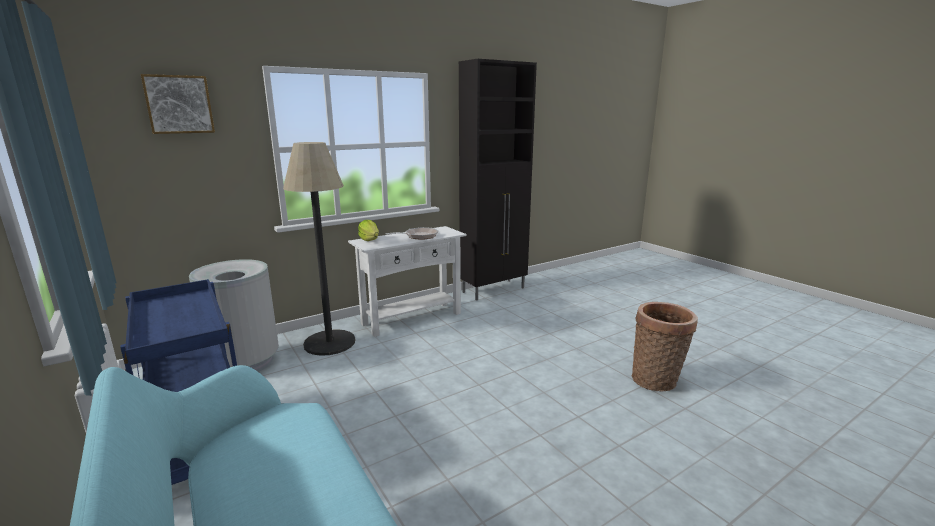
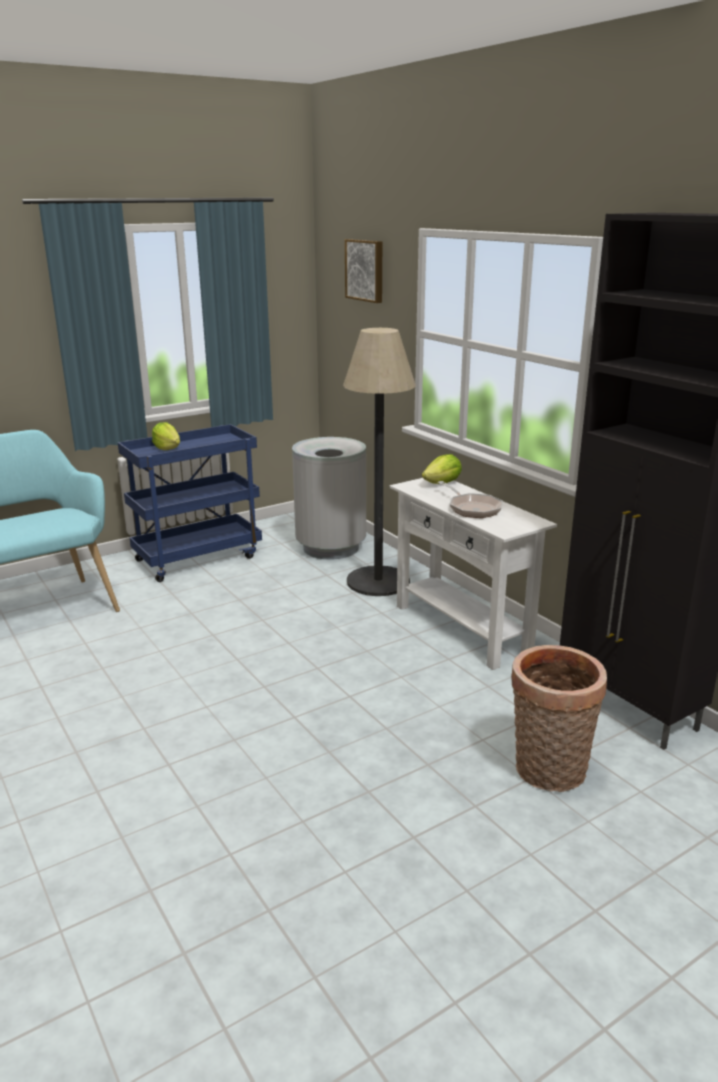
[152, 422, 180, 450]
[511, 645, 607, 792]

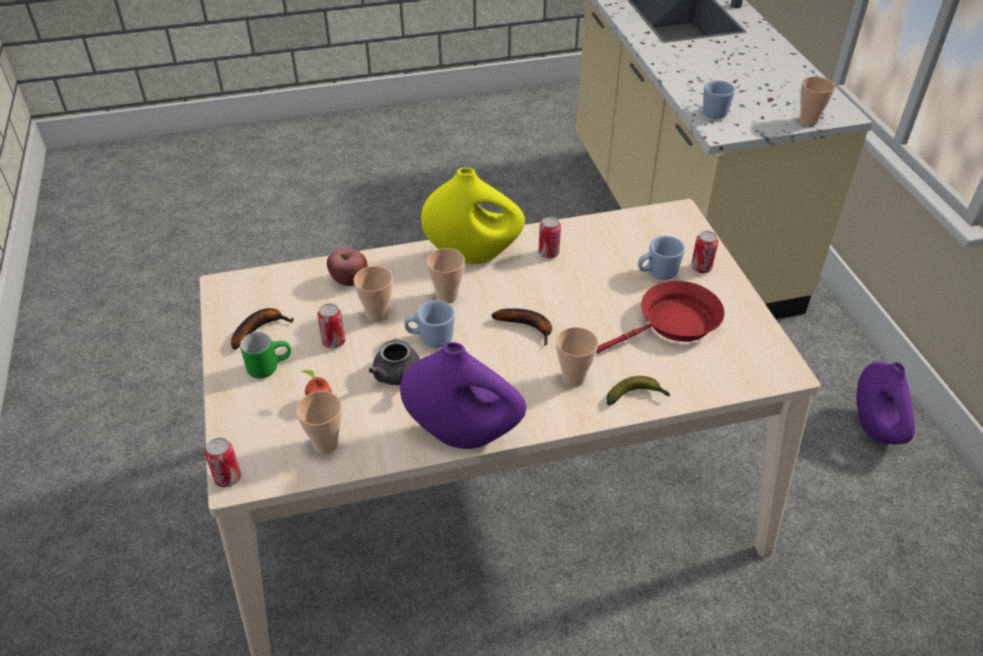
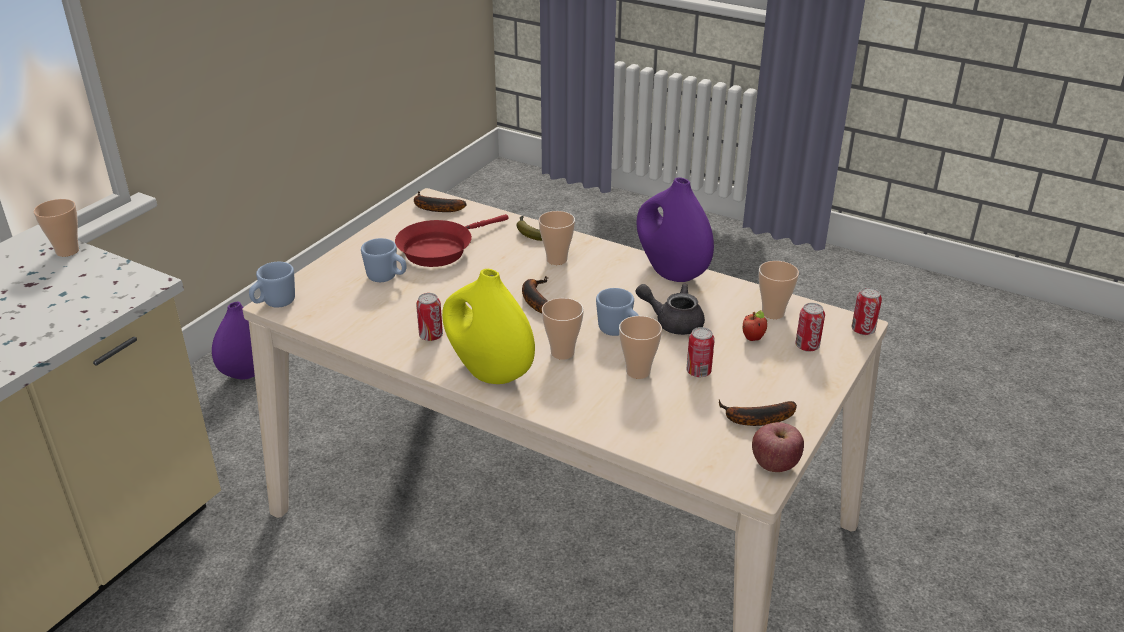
[240, 332, 291, 379] (first image)
[414, 191, 466, 212]
[752, 422, 804, 472]
[795, 303, 825, 352]
[249, 262, 295, 308]
[636, 283, 705, 335]
[395, 214, 508, 267]

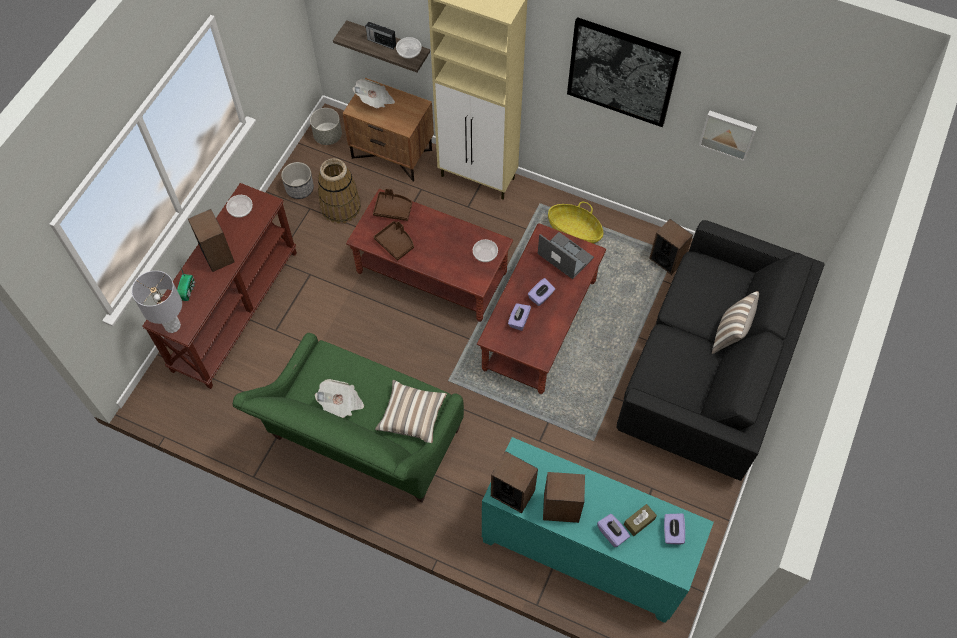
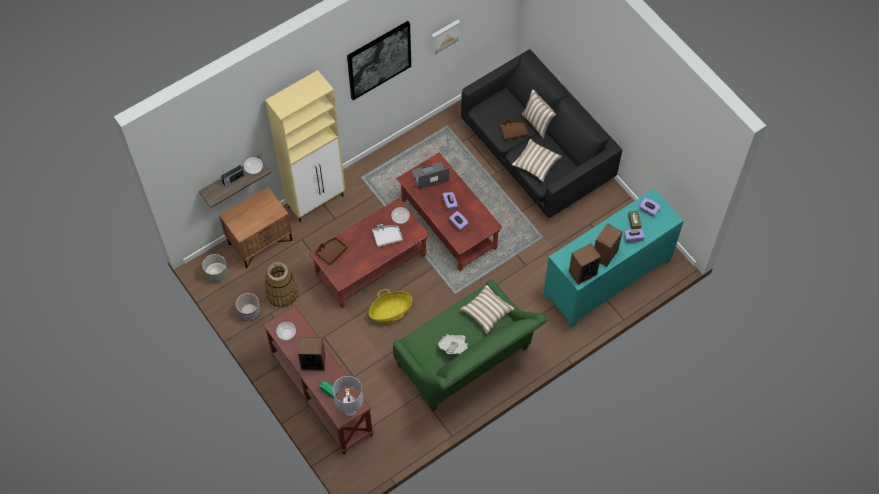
[353, 79, 395, 109] (first image)
[649, 219, 693, 275] (first image)
[372, 224, 403, 247]
[512, 139, 562, 182]
[500, 118, 529, 140]
[369, 289, 413, 323]

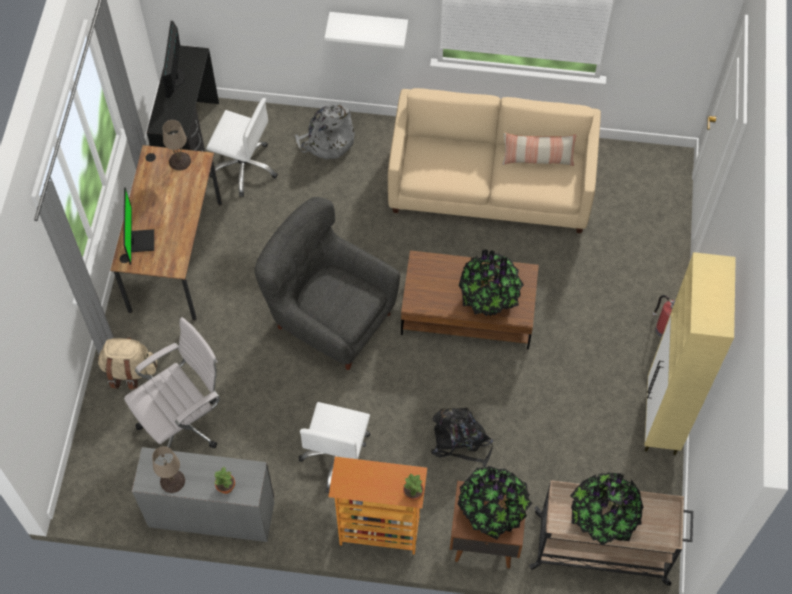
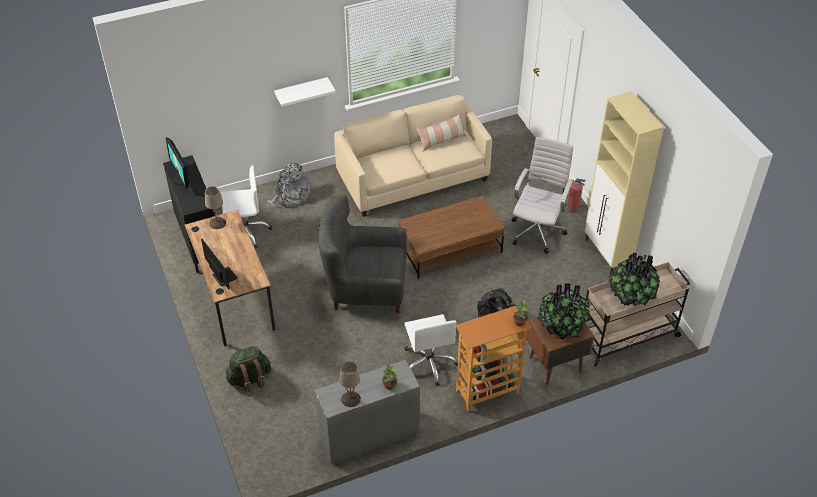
[459, 250, 524, 316] (first image)
[512, 137, 573, 254]
[225, 346, 271, 393]

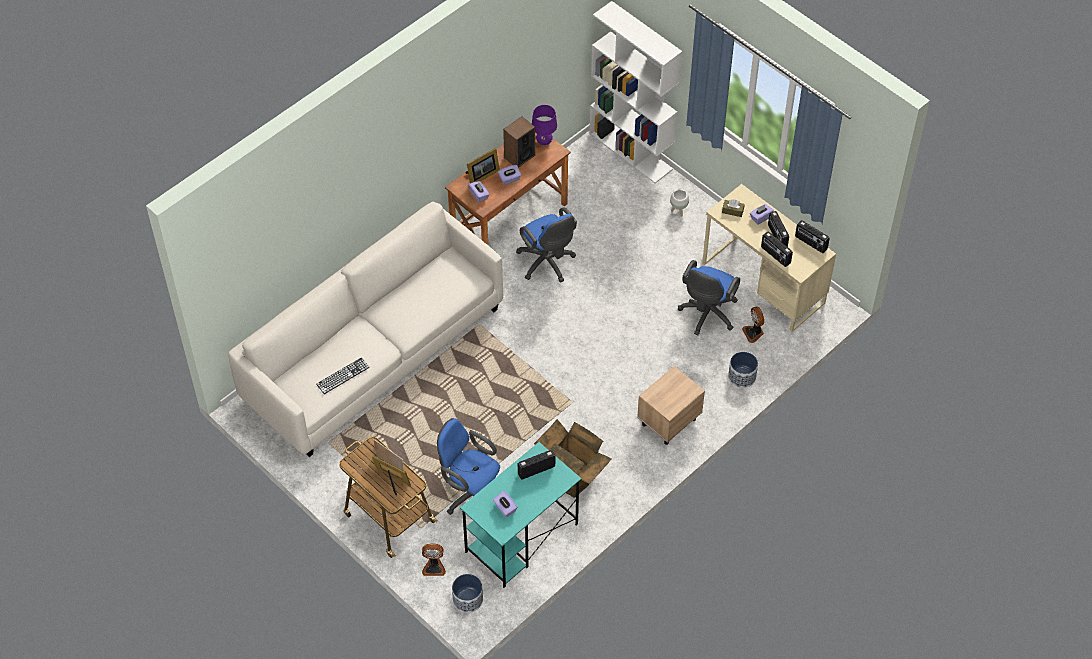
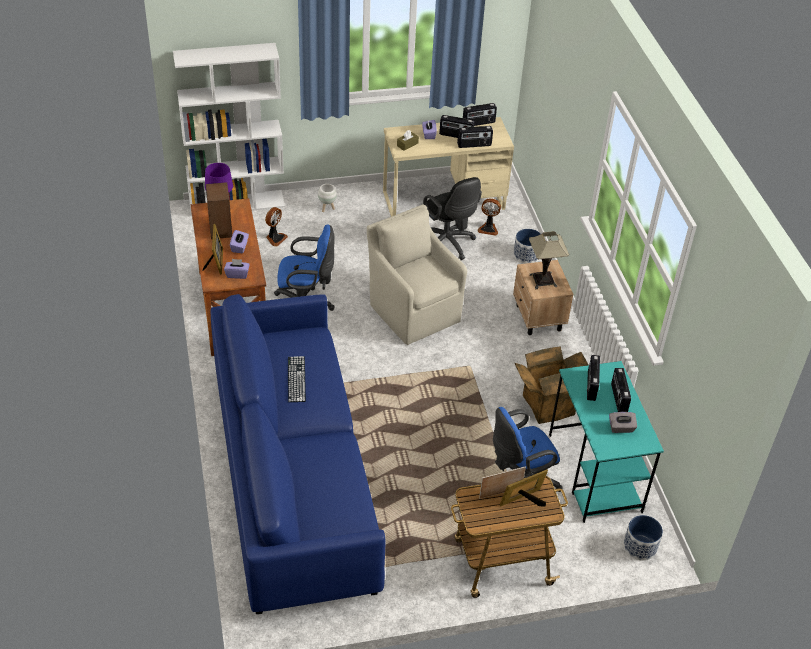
[367, 204, 467, 345]
[529, 231, 569, 289]
[611, 368, 631, 412]
[288, 356, 306, 402]
[265, 207, 288, 246]
[211, 294, 385, 614]
[609, 412, 637, 433]
[423, 177, 482, 260]

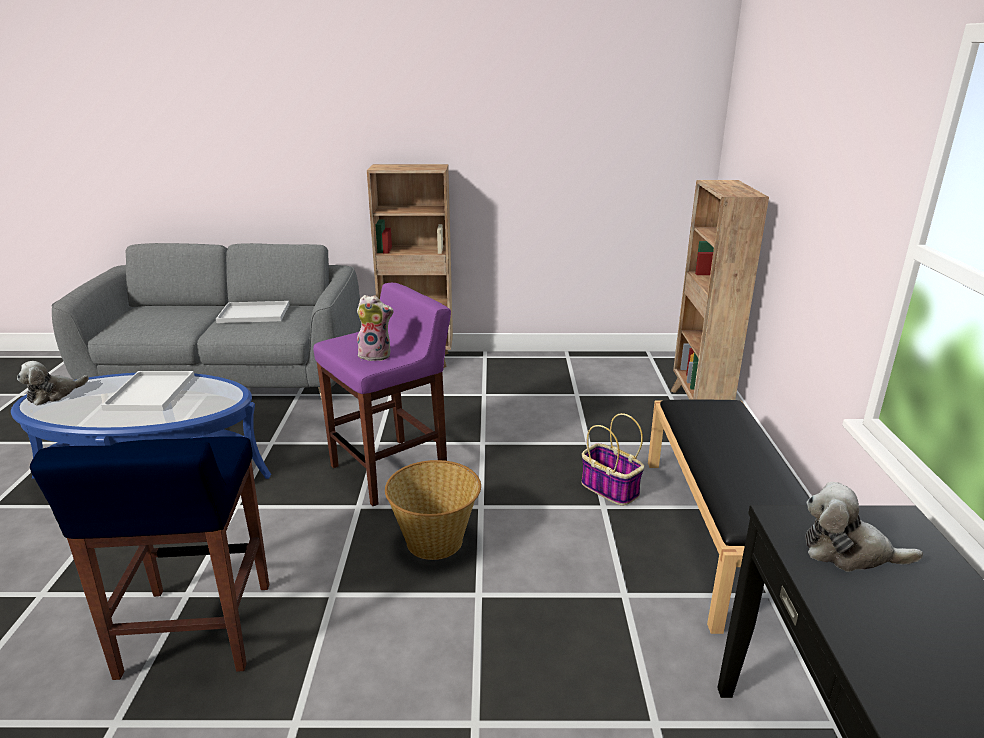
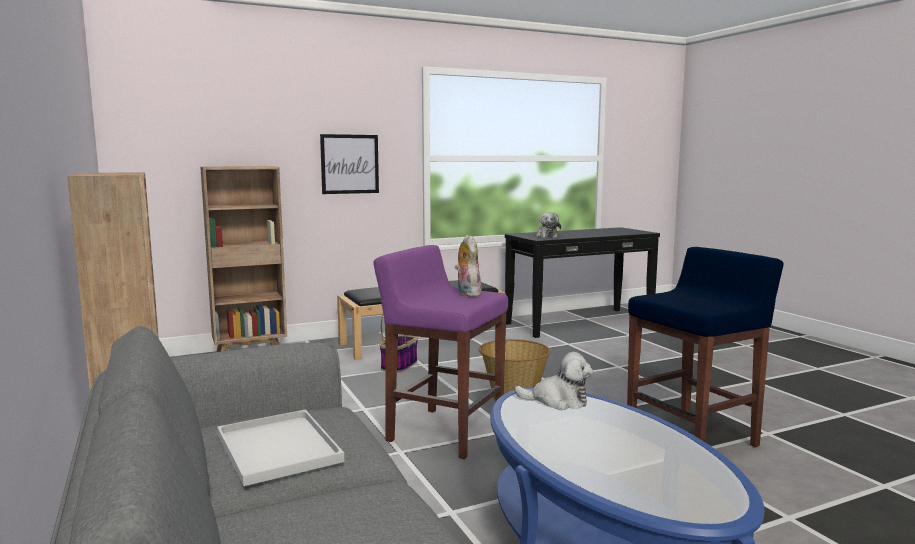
[101, 371, 194, 411] (first image)
[320, 134, 379, 194]
[514, 352, 593, 410]

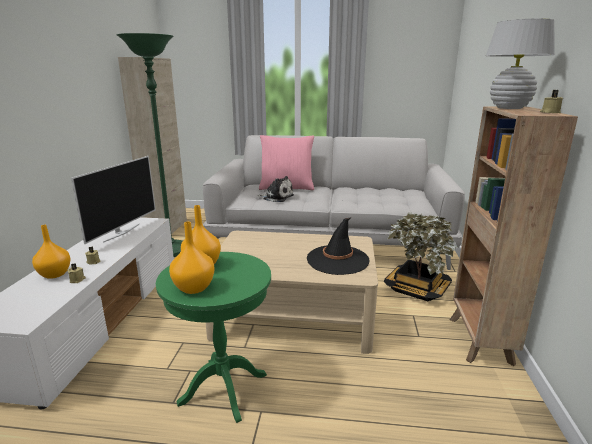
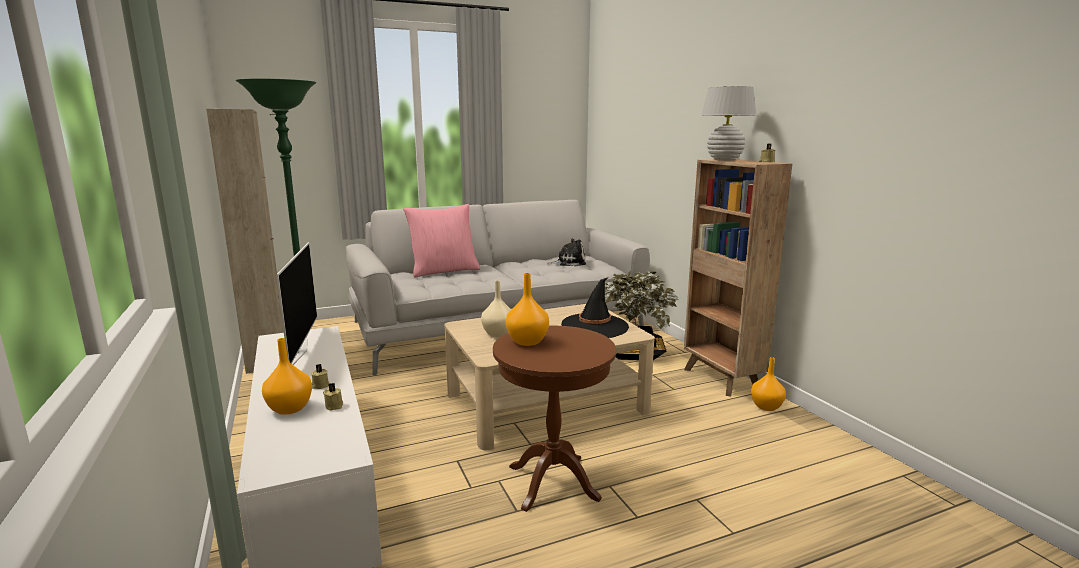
[481, 281, 511, 337]
[751, 357, 786, 411]
[547, 239, 586, 266]
[493, 326, 616, 512]

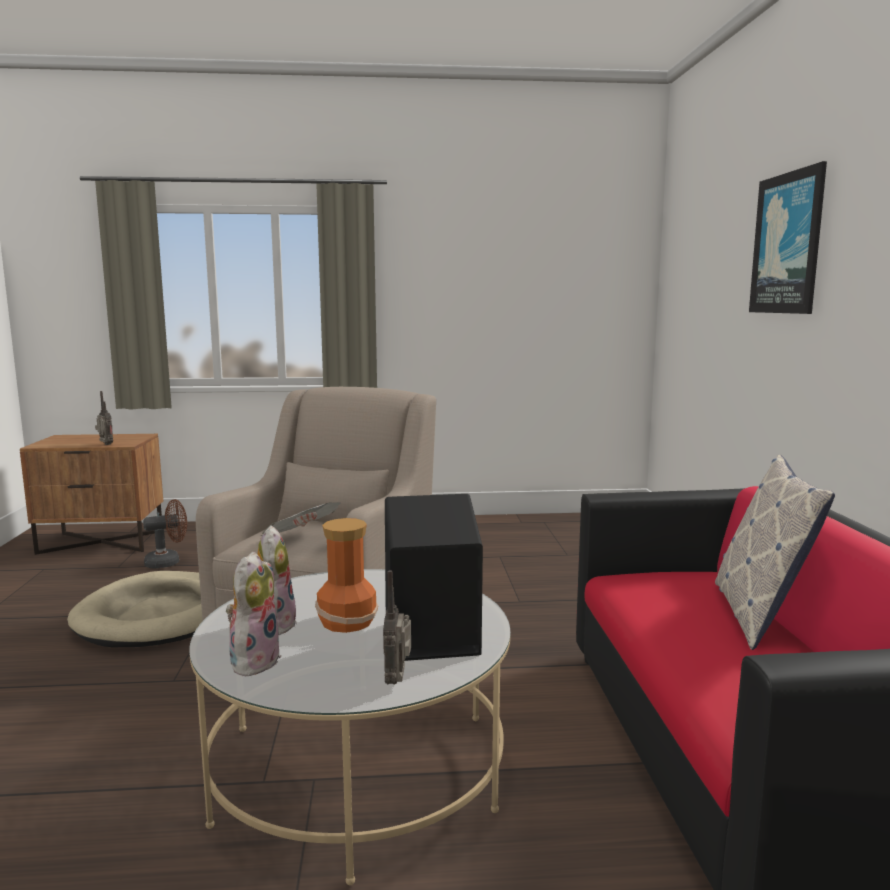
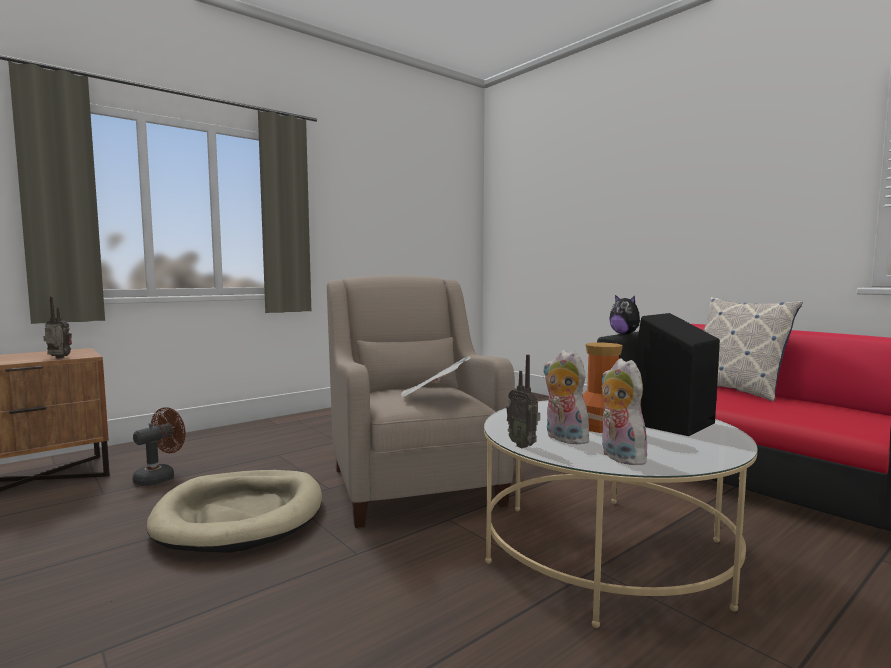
[749, 161, 827, 314] (first image)
[609, 295, 641, 335]
[506, 355, 540, 448]

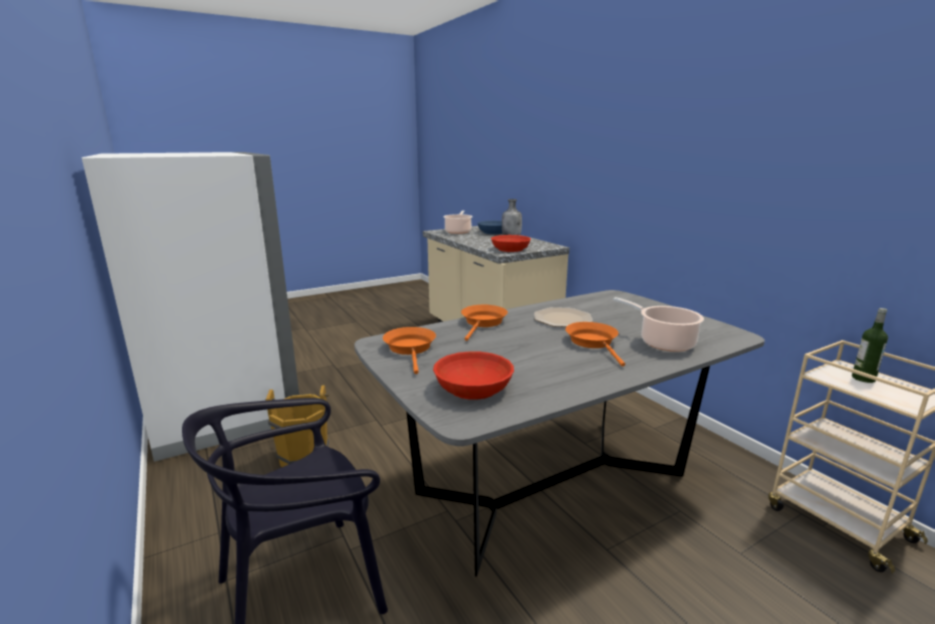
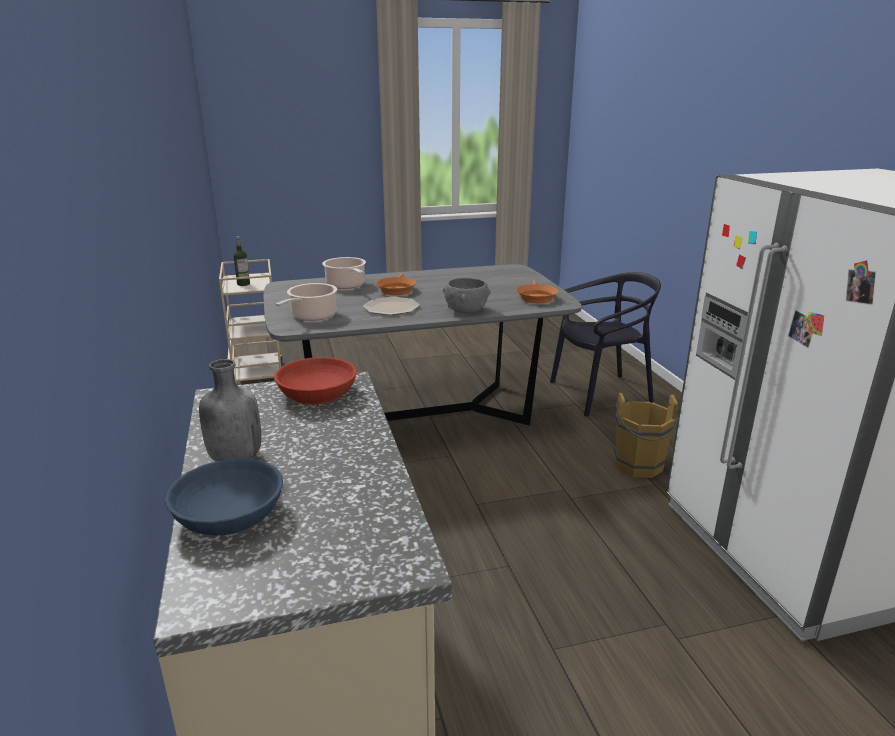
[433, 351, 514, 400] (first image)
[276, 283, 337, 321]
[443, 278, 490, 313]

